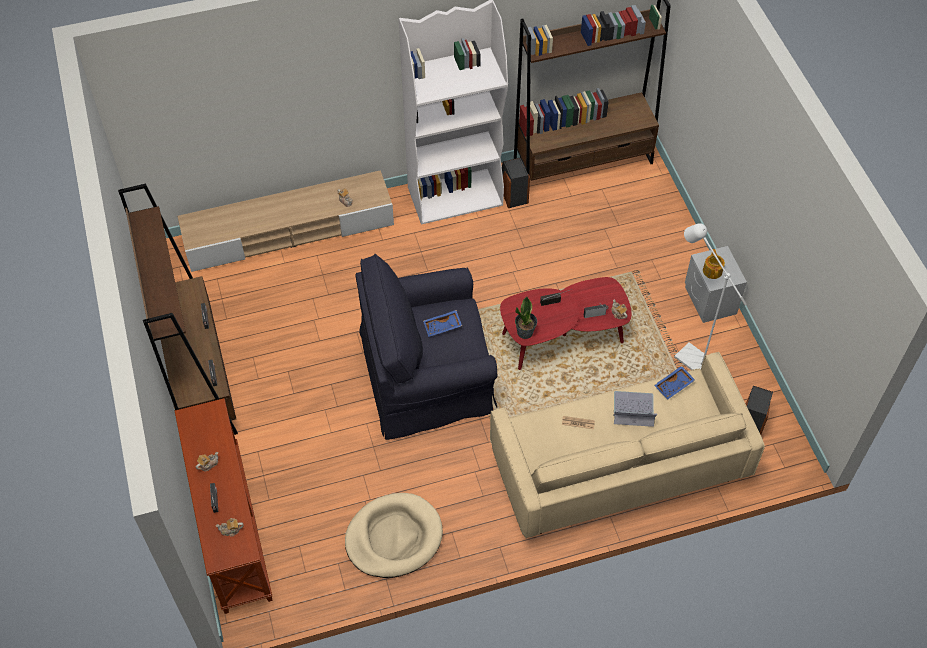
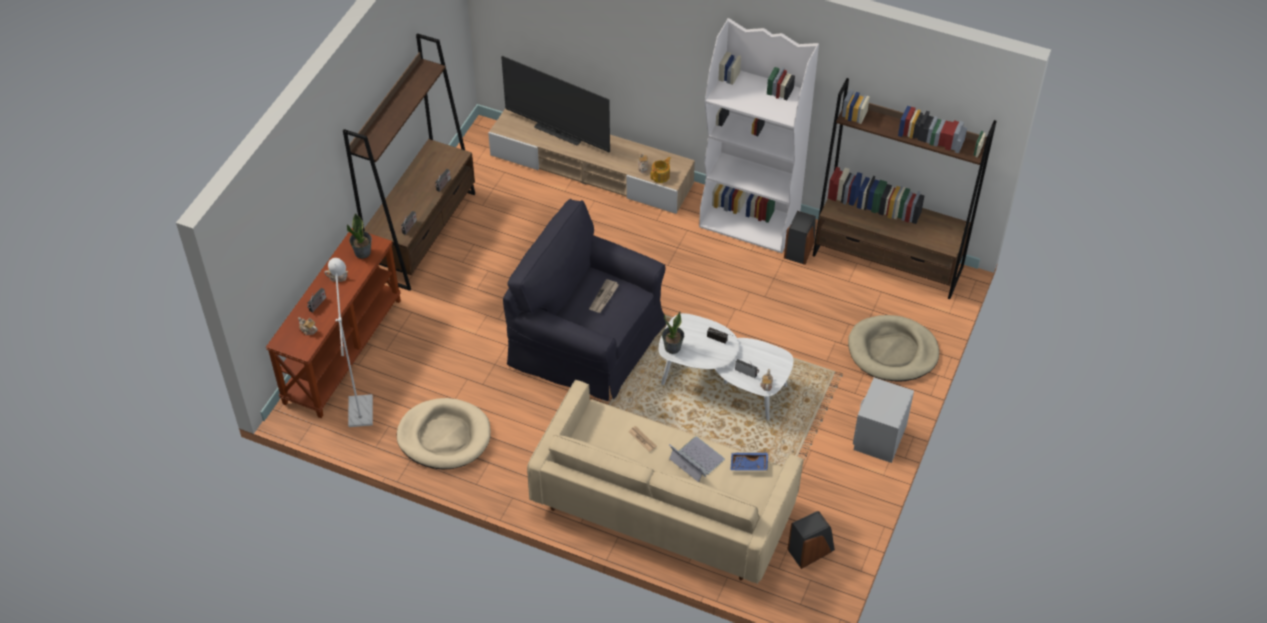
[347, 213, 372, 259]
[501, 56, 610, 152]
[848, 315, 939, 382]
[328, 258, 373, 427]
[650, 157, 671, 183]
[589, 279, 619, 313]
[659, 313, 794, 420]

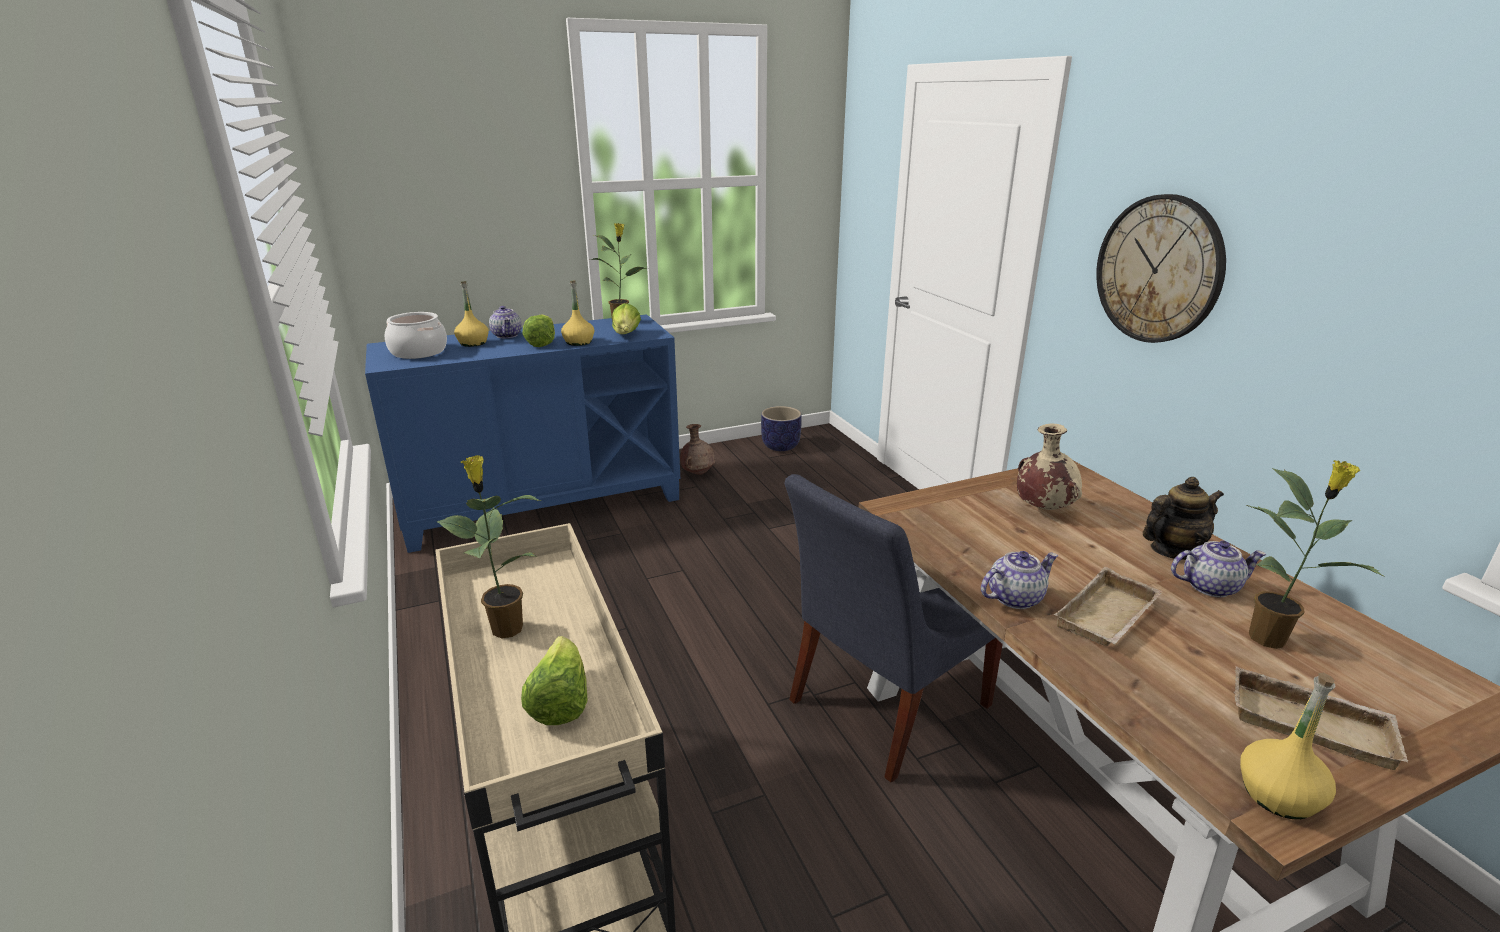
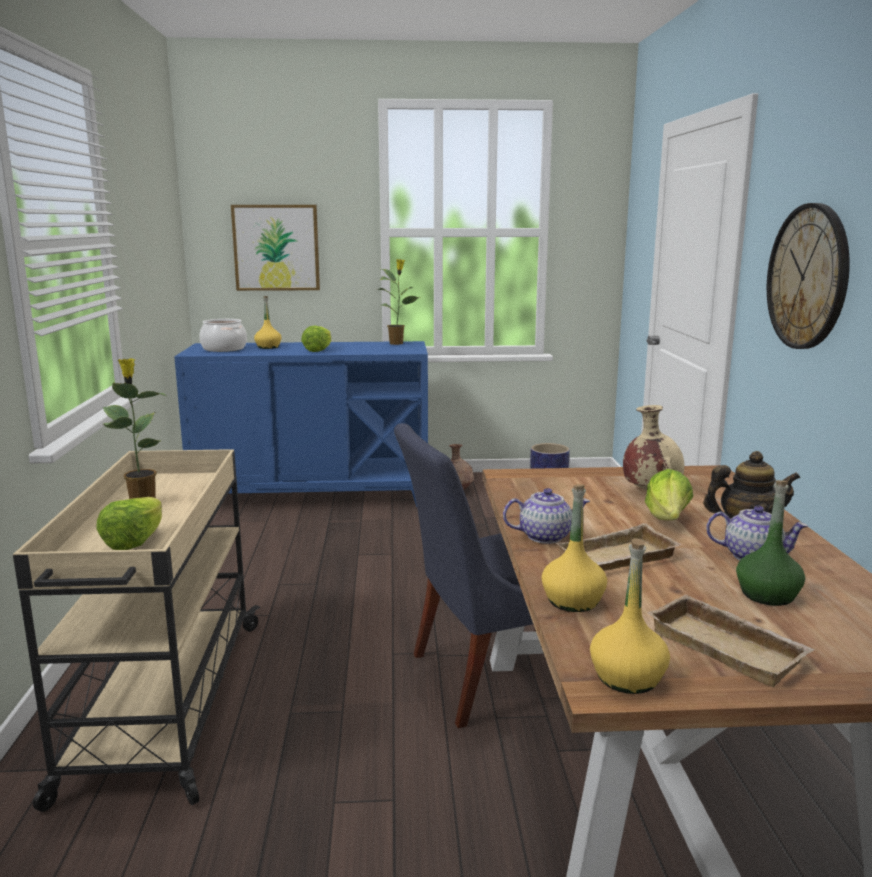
[489, 306, 522, 338] (first image)
[231, 205, 320, 291]
[542, 484, 607, 612]
[645, 469, 693, 520]
[736, 480, 805, 606]

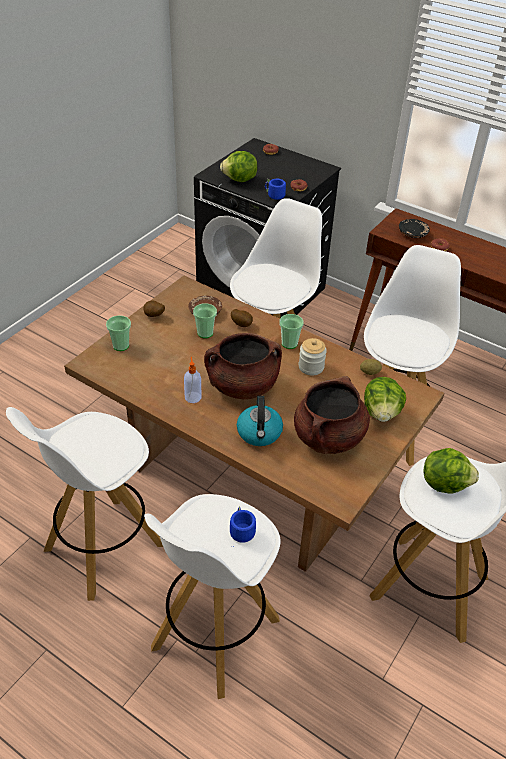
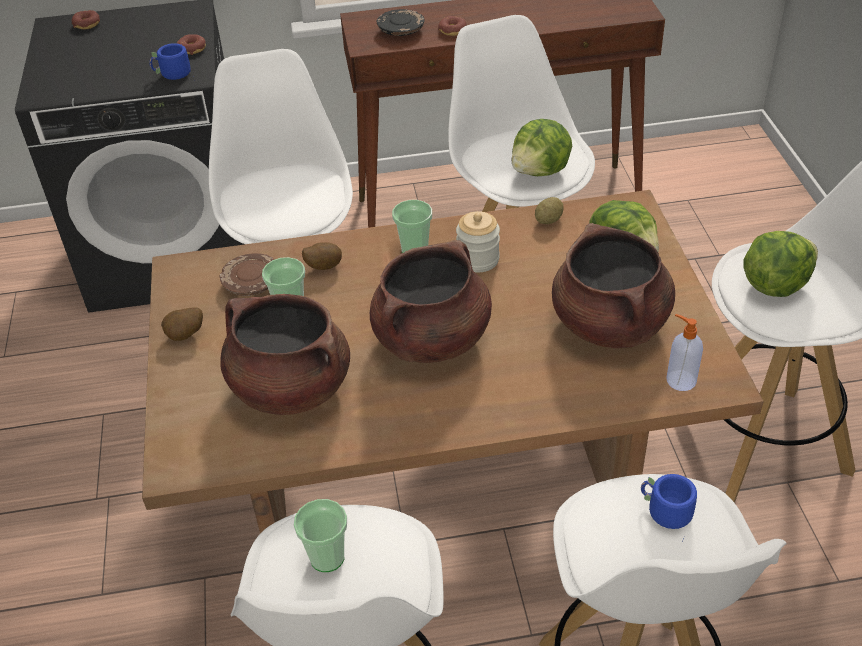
[237, 396, 283, 446] (first image)
[220, 294, 350, 415]
[294, 499, 347, 572]
[666, 314, 703, 391]
[511, 119, 572, 176]

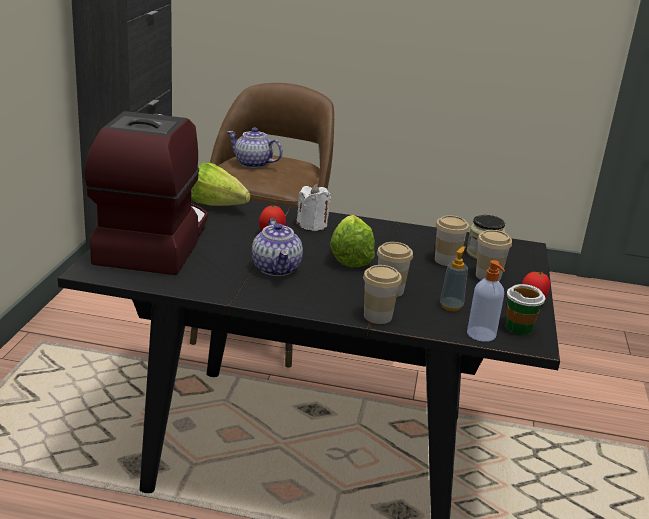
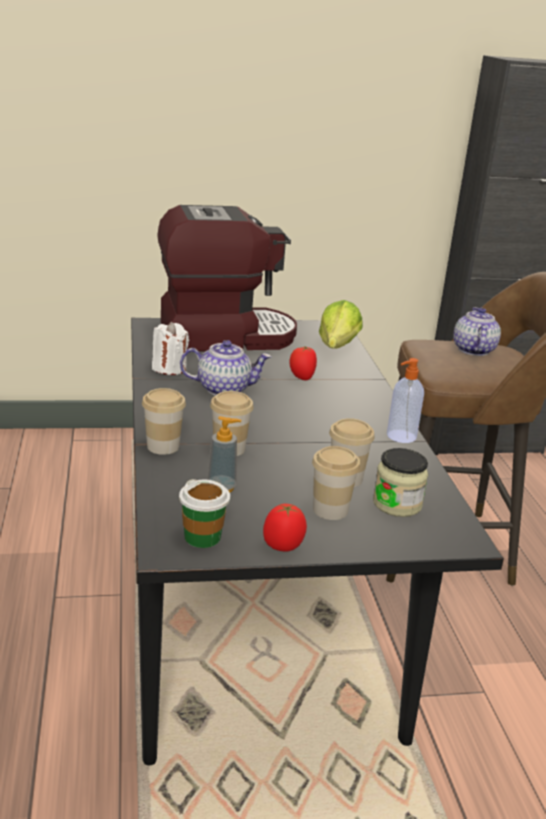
[330, 215, 375, 267] (first image)
[152, 322, 189, 375]
[387, 358, 424, 443]
[180, 340, 271, 396]

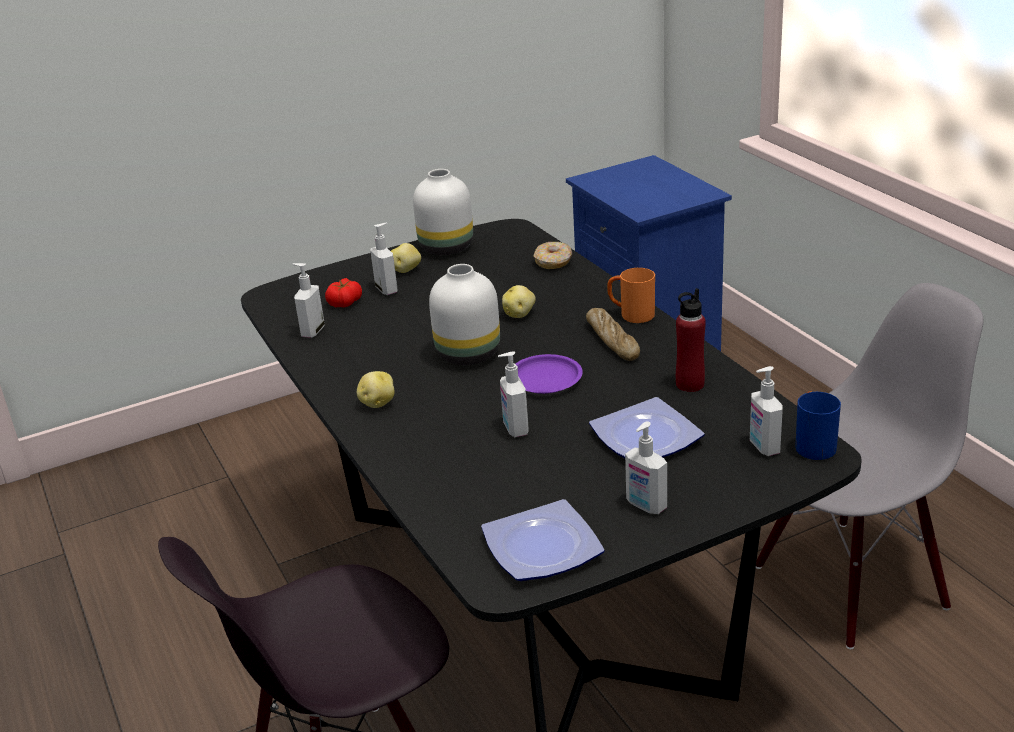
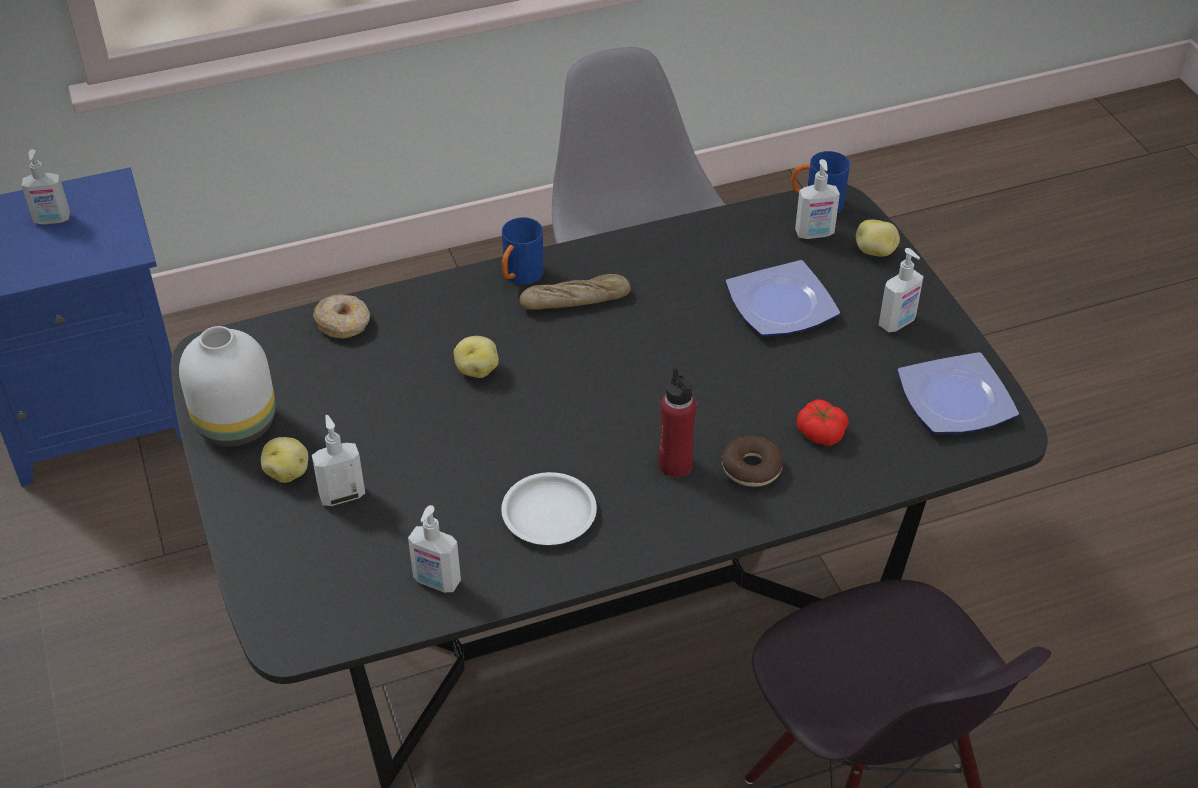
[429, 264, 500, 365] (first image)
[515, 354, 583, 394] (first image)
[501, 472, 597, 545]
[722, 436, 783, 487]
[797, 399, 849, 446]
[856, 220, 900, 257]
[22, 149, 70, 224]
[658, 367, 696, 478]
[502, 217, 543, 285]

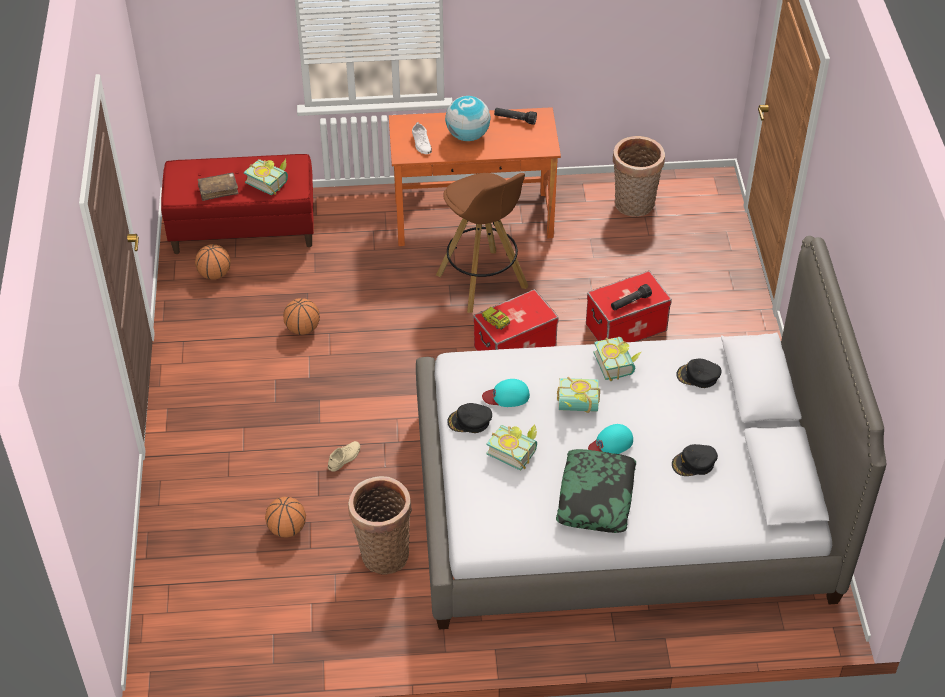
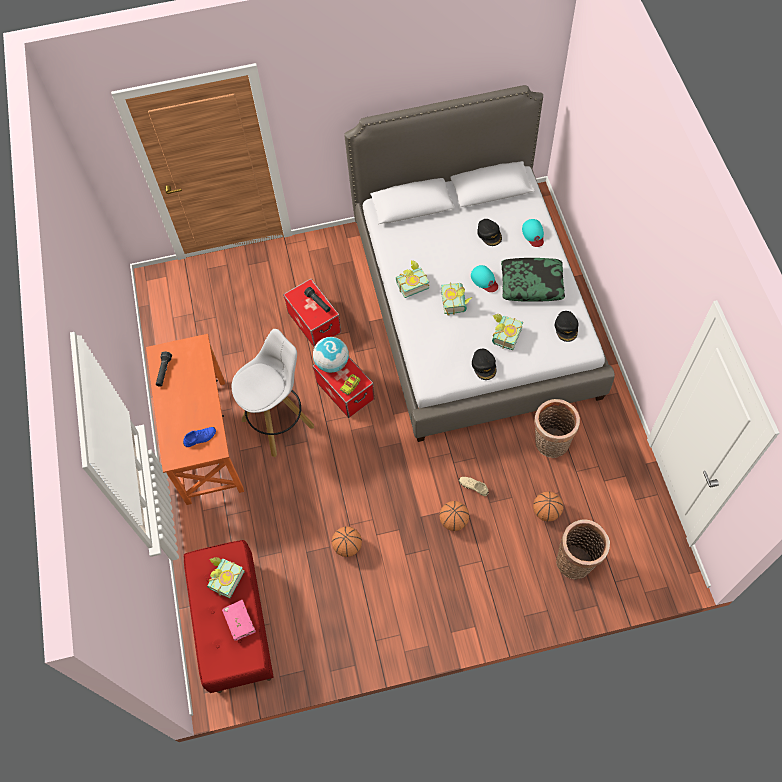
[439, 501, 469, 531]
[313, 337, 349, 373]
[522, 219, 544, 247]
[556, 519, 610, 579]
[555, 311, 579, 342]
[222, 600, 256, 641]
[183, 427, 216, 447]
[232, 329, 314, 457]

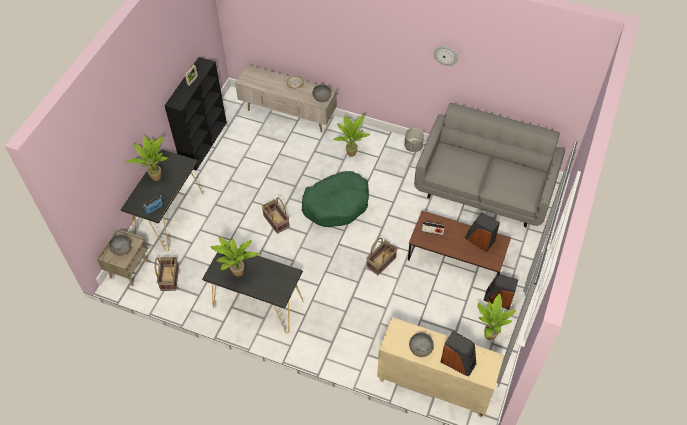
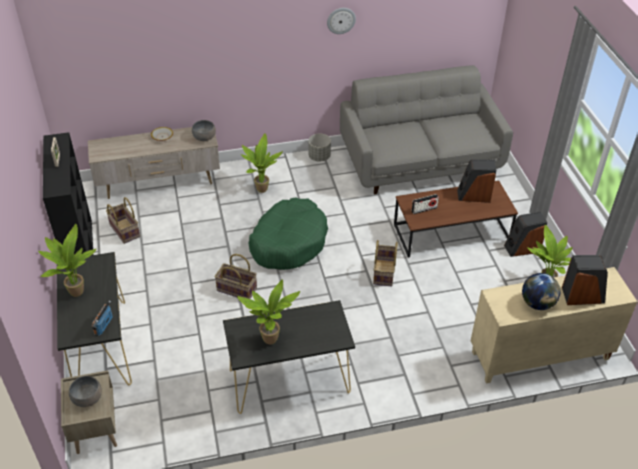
[106, 197, 140, 244]
[522, 273, 560, 310]

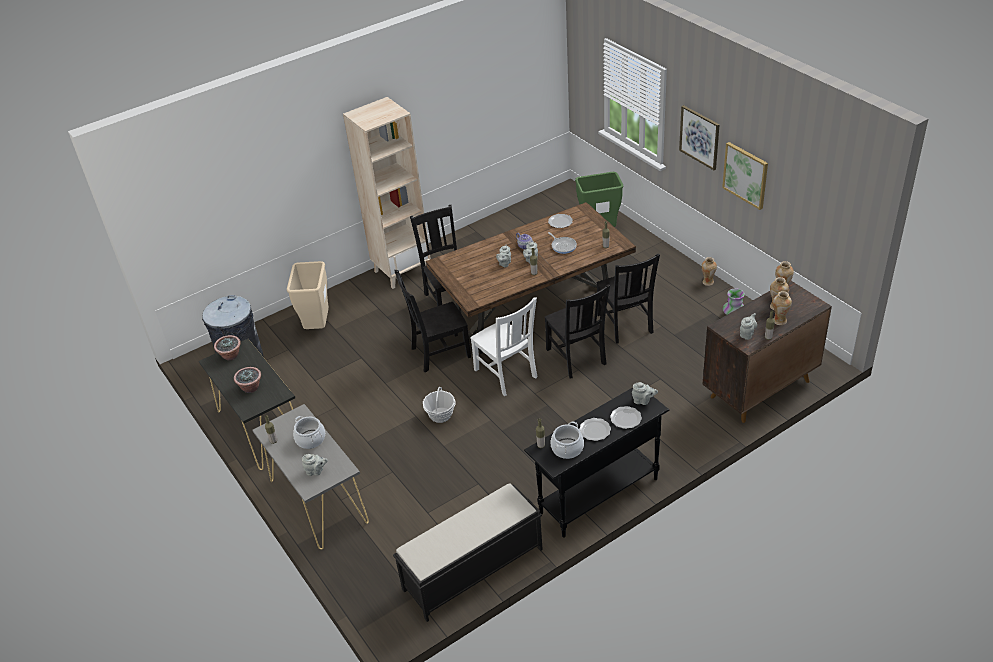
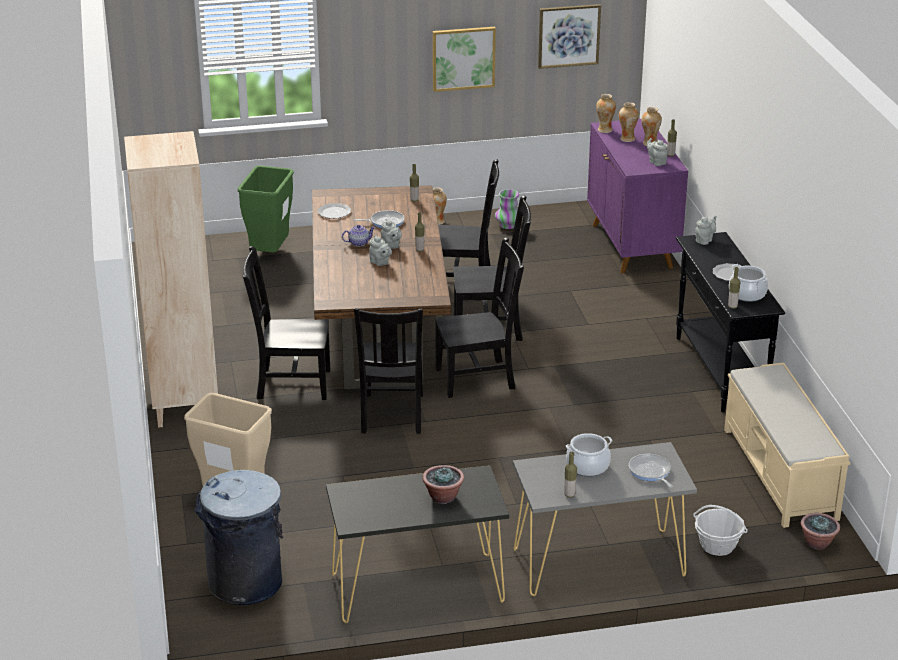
[610, 406, 642, 429] (first image)
[801, 513, 840, 550]
[693, 505, 748, 556]
[538, 4, 601, 69]
[629, 454, 673, 488]
[724, 363, 850, 528]
[435, 237, 524, 398]
[587, 119, 688, 274]

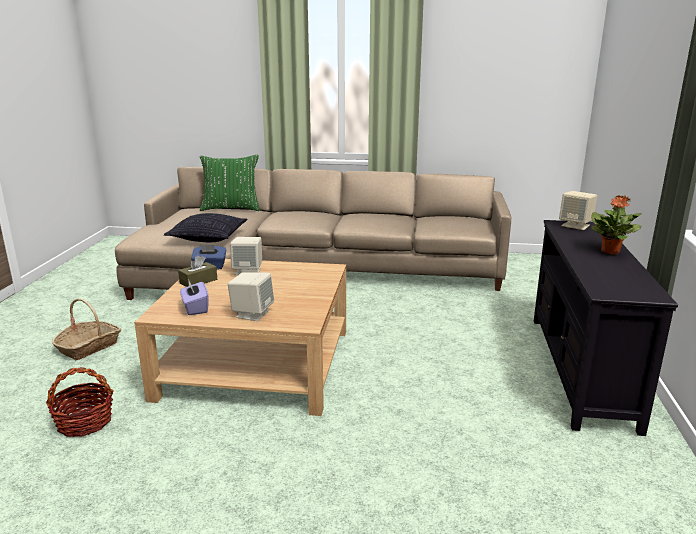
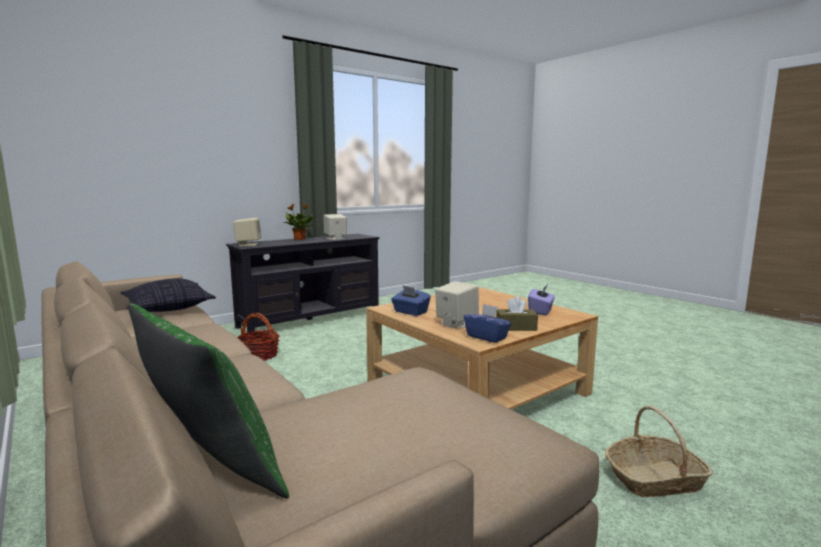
[391, 286, 431, 316]
[237, 313, 280, 360]
[120, 279, 216, 312]
[324, 214, 347, 240]

